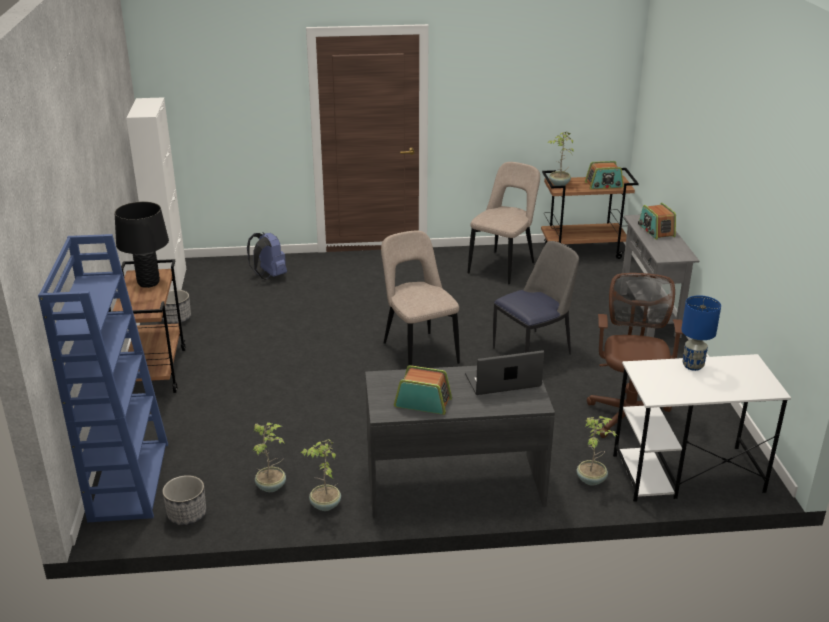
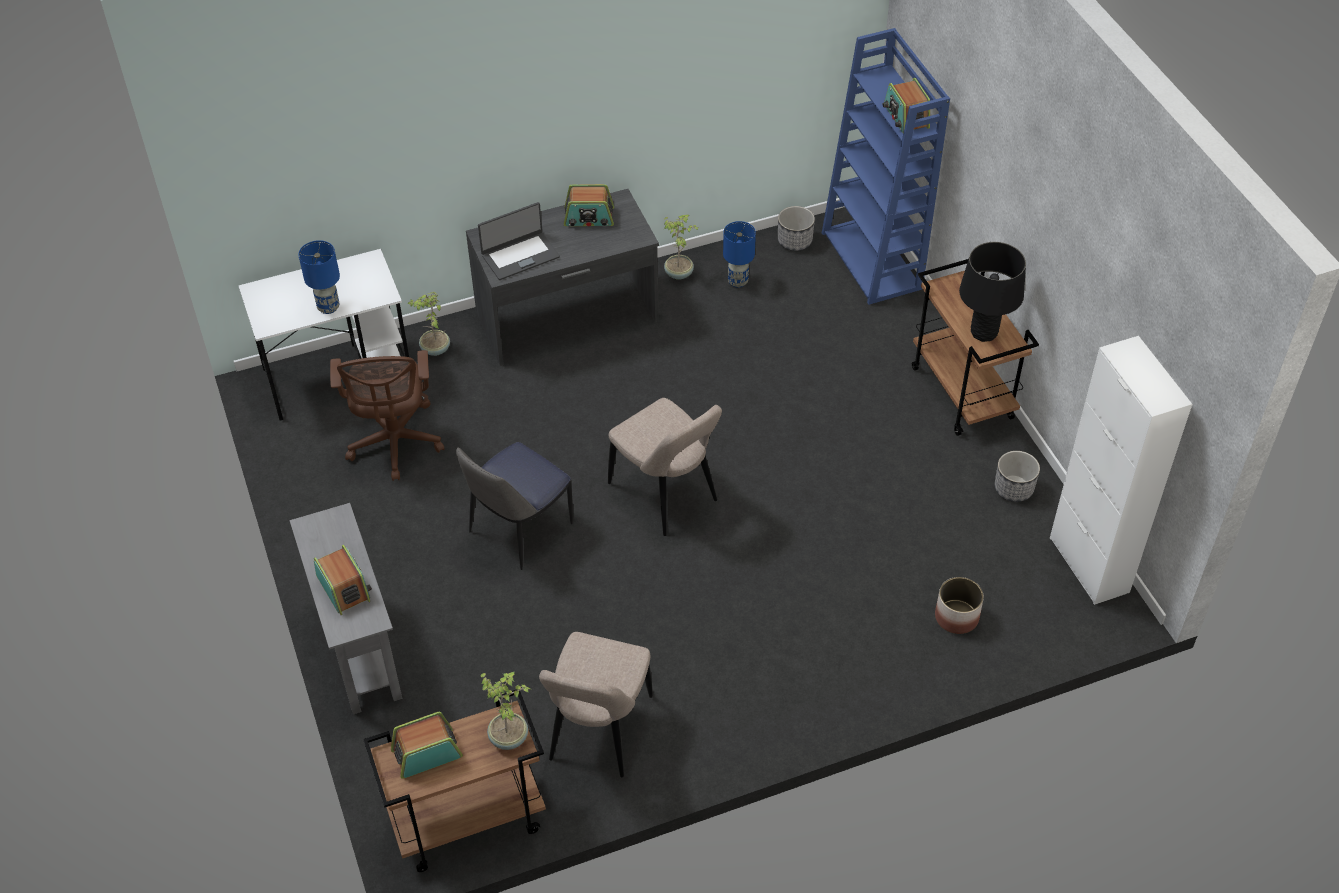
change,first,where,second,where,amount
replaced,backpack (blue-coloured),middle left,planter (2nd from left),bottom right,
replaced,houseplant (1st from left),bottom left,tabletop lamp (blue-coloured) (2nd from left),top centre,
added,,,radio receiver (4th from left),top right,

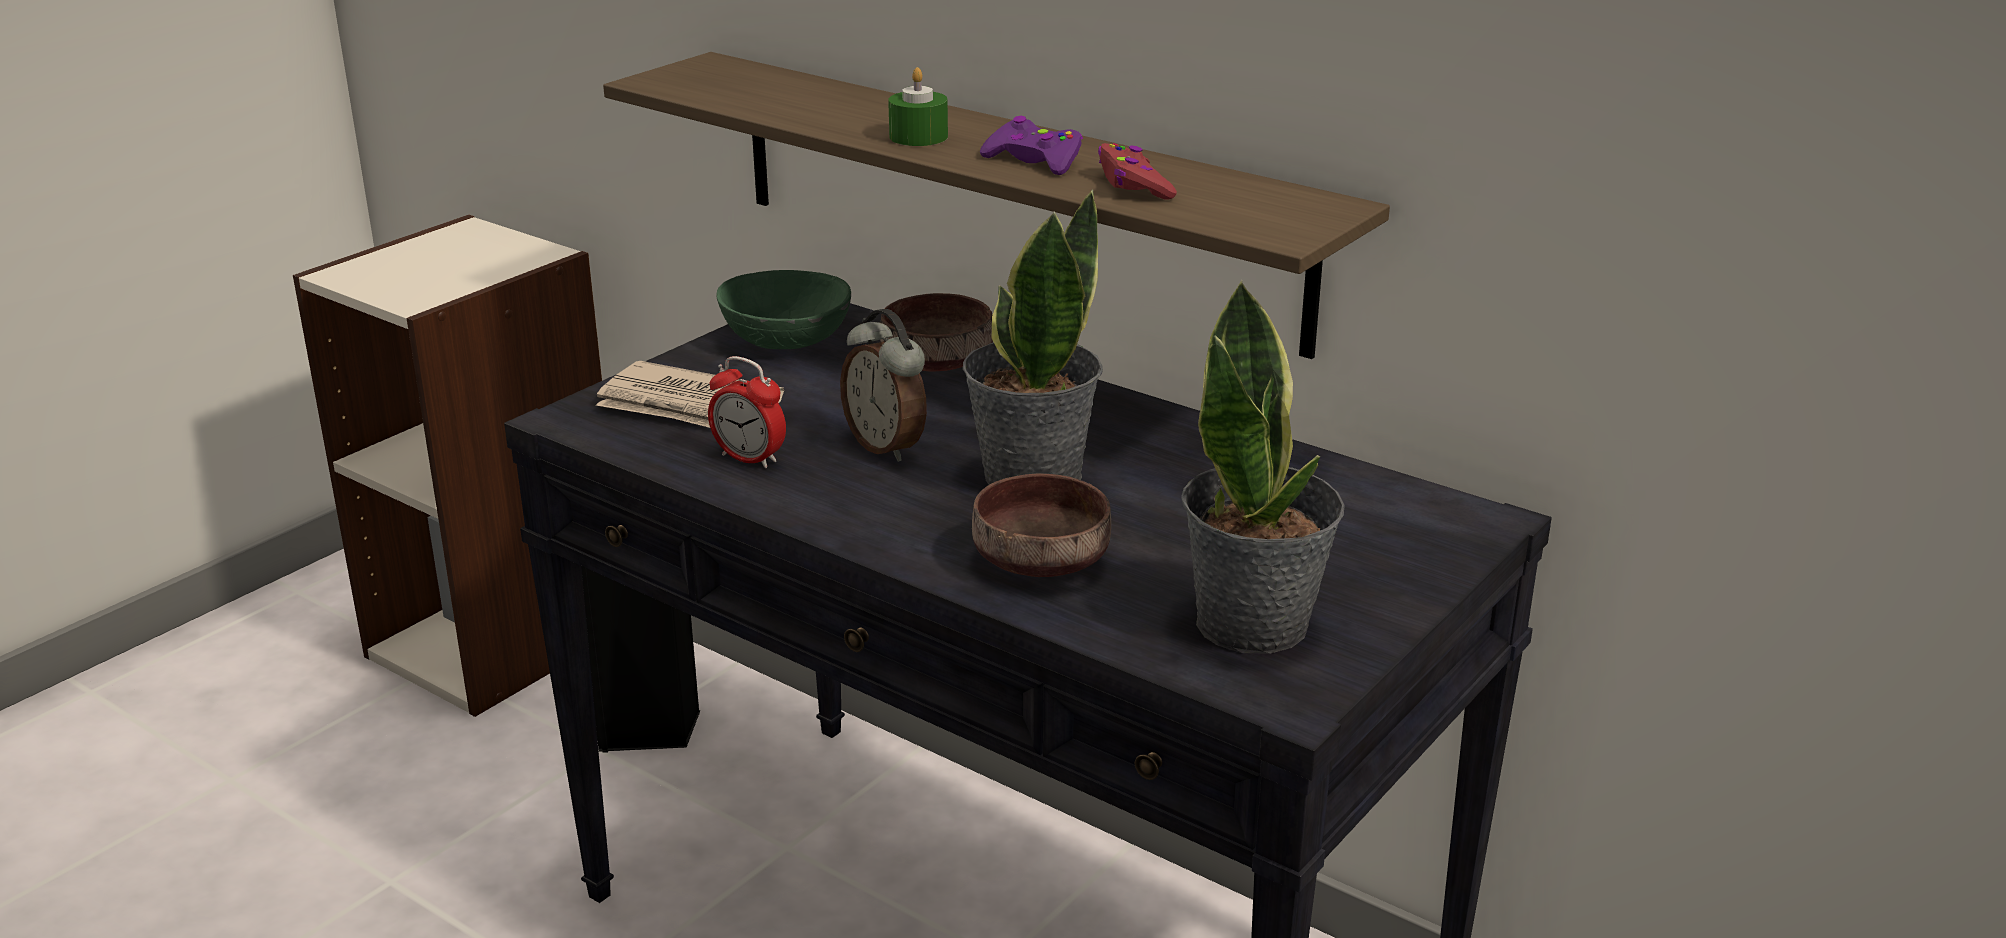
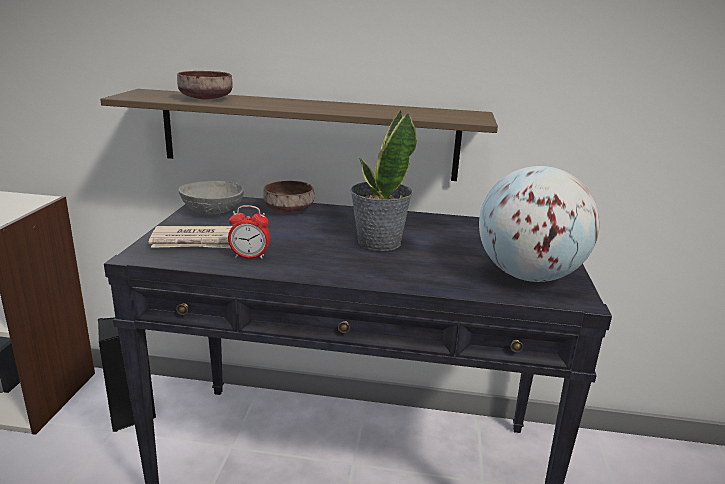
change,first,where,second,where,amount
recoloured,serving bowl (green),top centre,serving bowl (grey),middle left,
removed,bedside clock (2nd from left),centre,,,
removed,candle (green),top centre,,,
moved,serving bowl (brownish) (2nd from left in the first image),centre,serving bowl (brownish) (1st from left),top left,
removed,game controller (purplish),top centre,,,
removed,game controller (reddish),top centre,,,
replaced,houseplant (2nd from left),centre,globe,middle right,

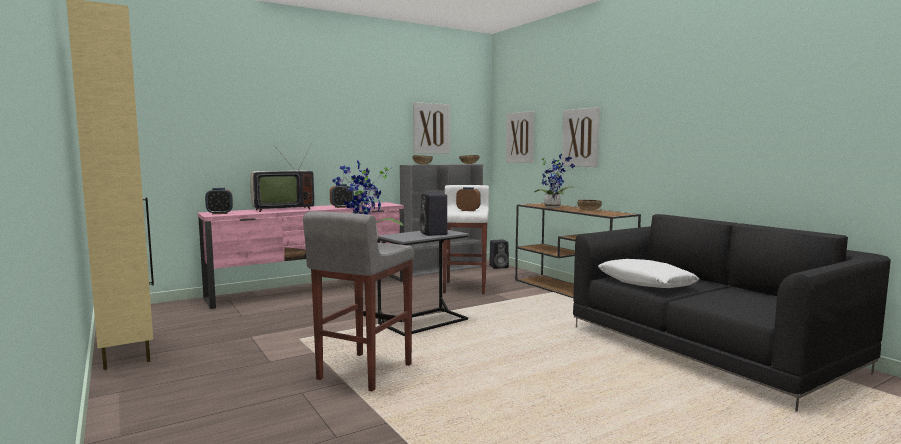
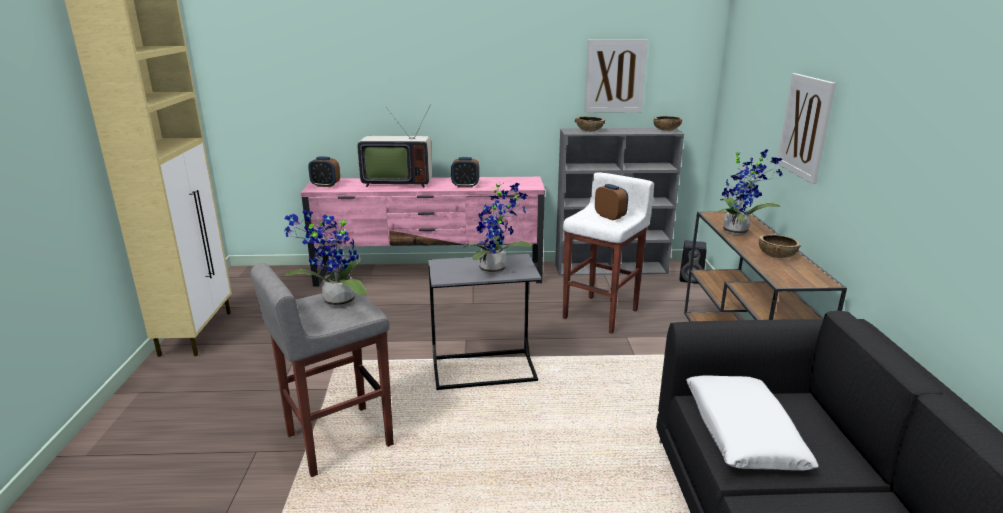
change,first,where,second,where,amount
replaced,loudspeaker (blackish) (1st from left),centre,houseplant (2nd from left),centre,
removed,picture (2nd from left),top centre,,,

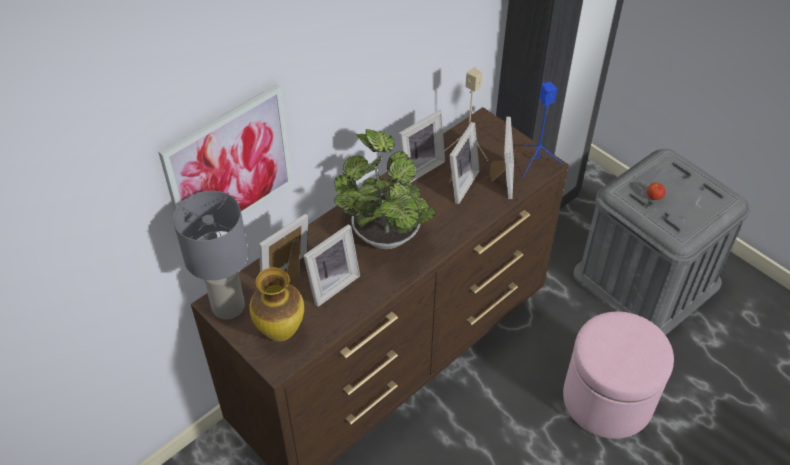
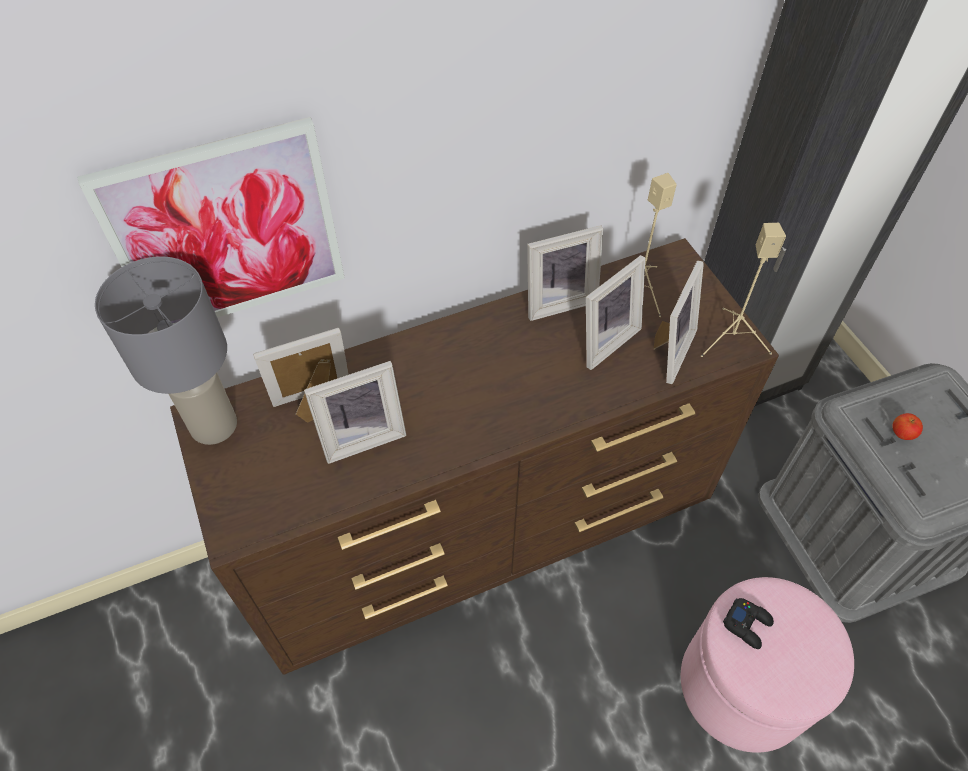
change,first,where,second,where,amount
removed,decorative vase,centre,,,
removed,houseplant,centre,,,
recoloured,loudspeaker (blue-coloured),top right,loudspeaker (sand-coloured) (2nd from left),middle right,
added,,,game controller (blackish),bottom right,

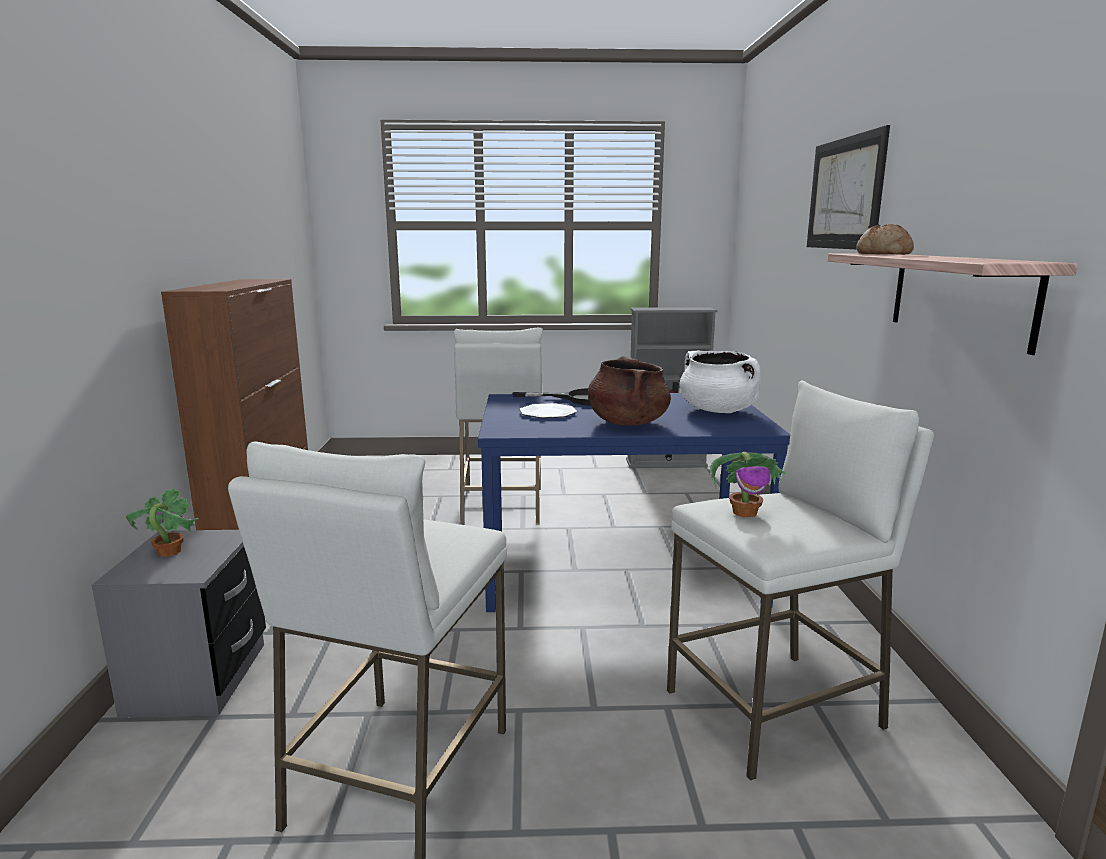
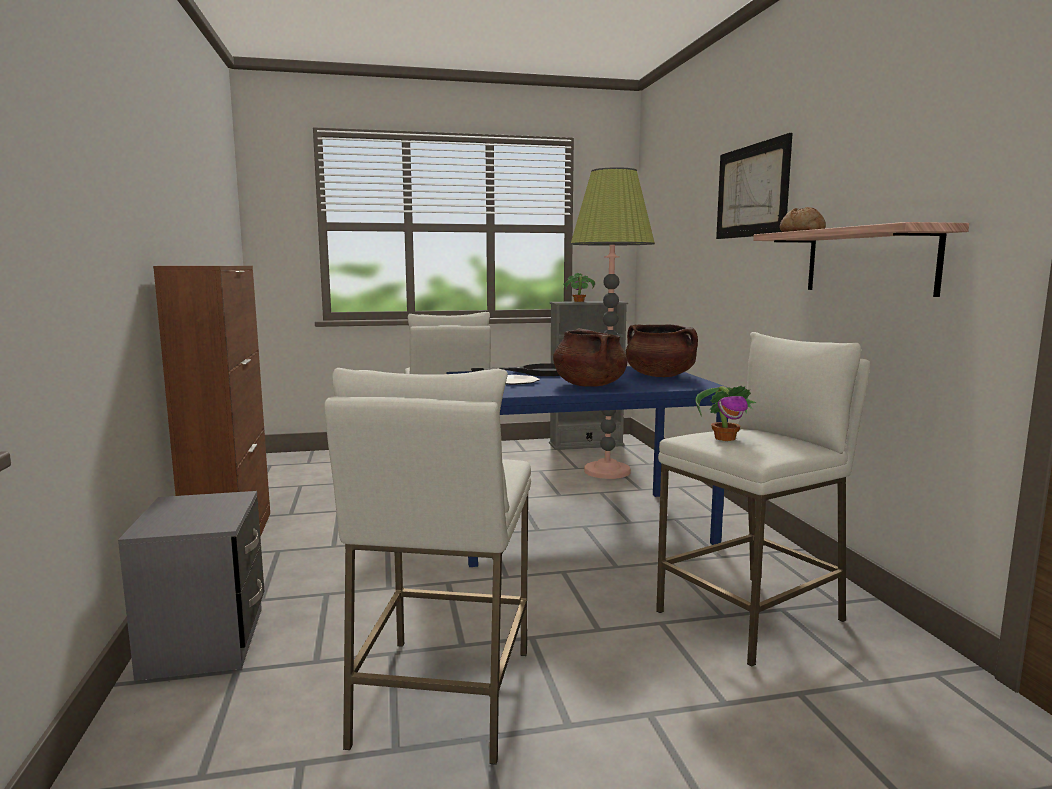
change,first,where,second,where,amount
moved,houseplant (1st from left),middle left,,centre,
recoloured,saucepot (whitish),centre,saucepot (brownish) (2nd from left),centre,
added,,,floor lamp,centre,

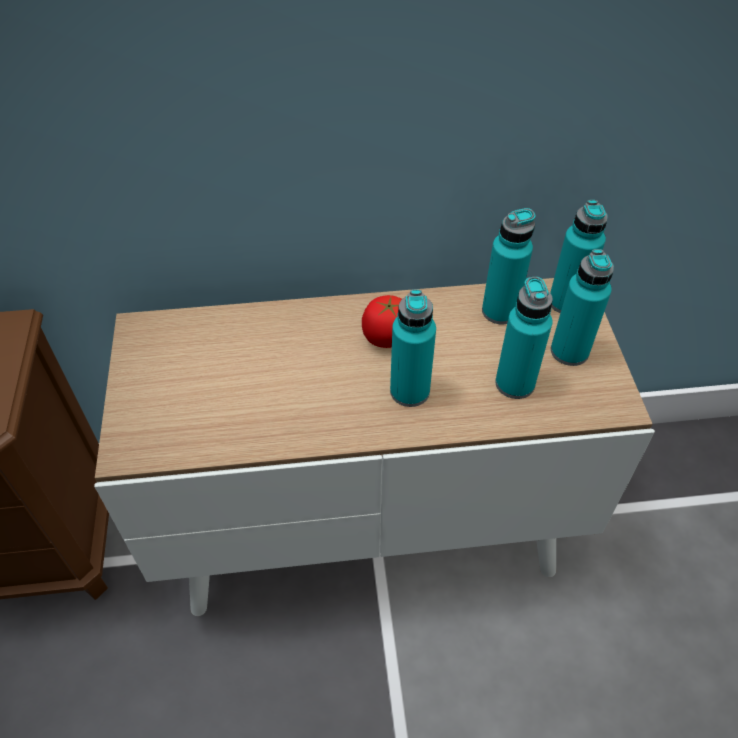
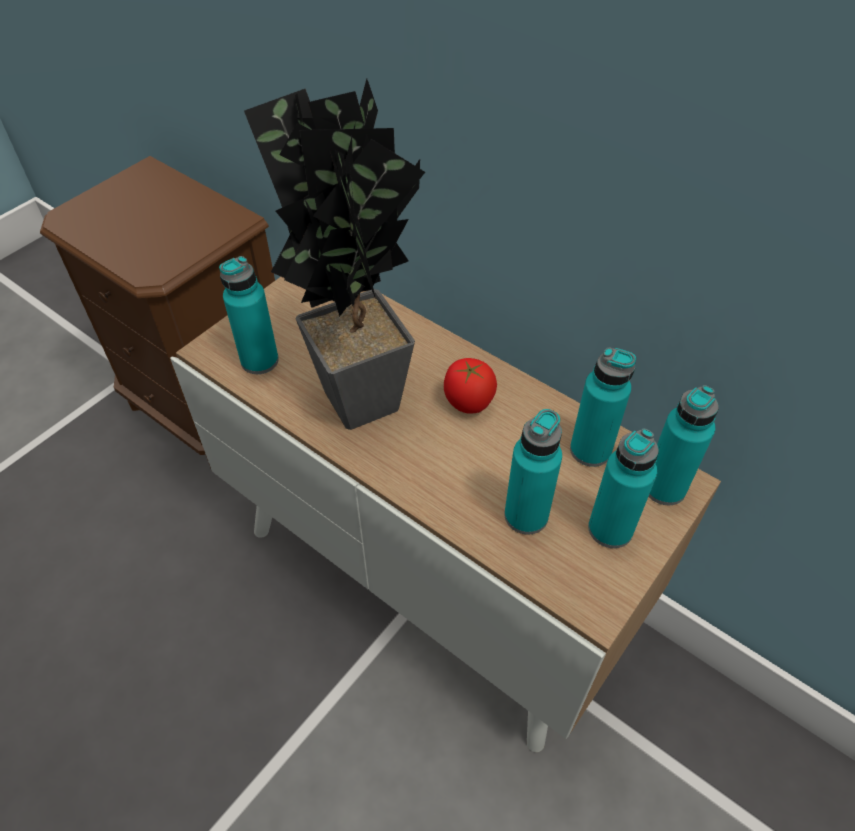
change,first,where,second,where,amount
moved,bottle (blue-green) (1st from left),centre,,middle left,
added,,,houseplant,top centre,

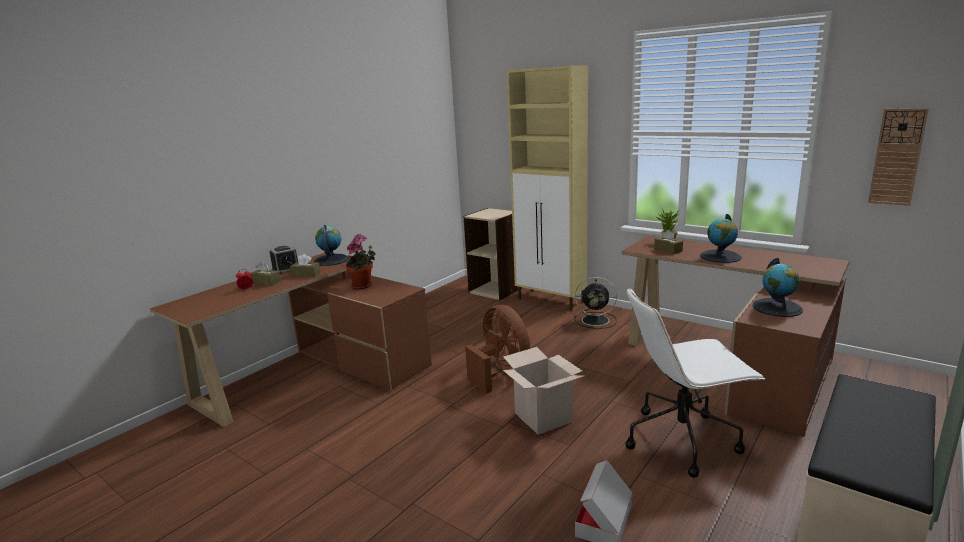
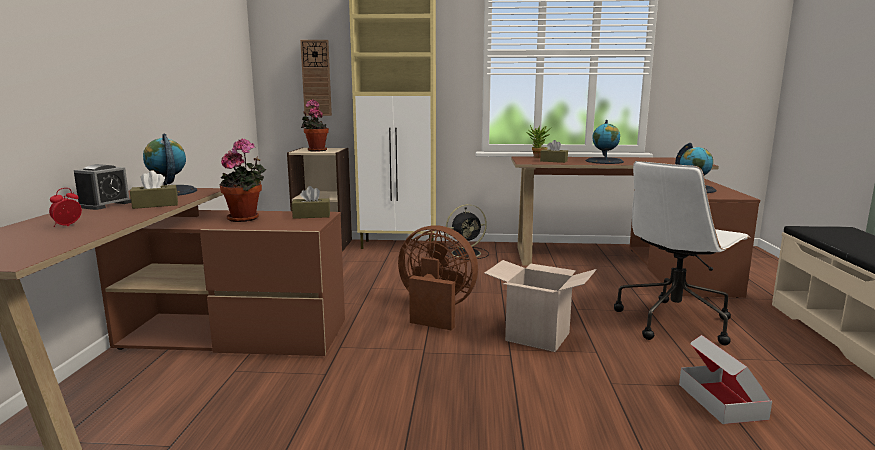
change,first,where,second,where,amount
moved,box of tissues (brownish) (1st from left in the first image),middle left,box of tissues (brownish) (2nd from left),centre,
moved,clock on the wall,top right,,top centre,
added,,,houseplant (2nd from left),top centre,

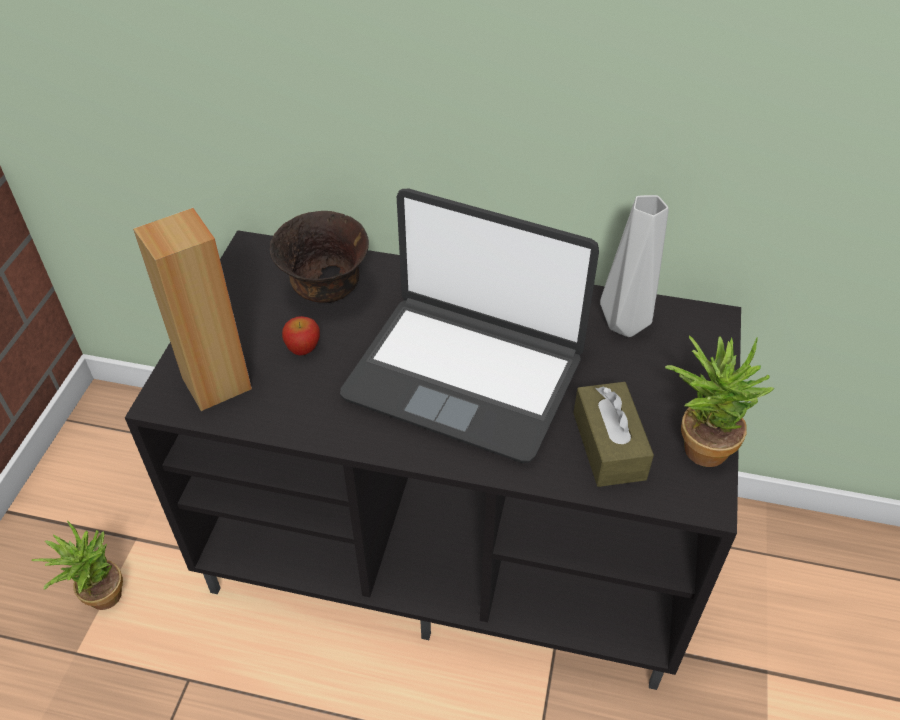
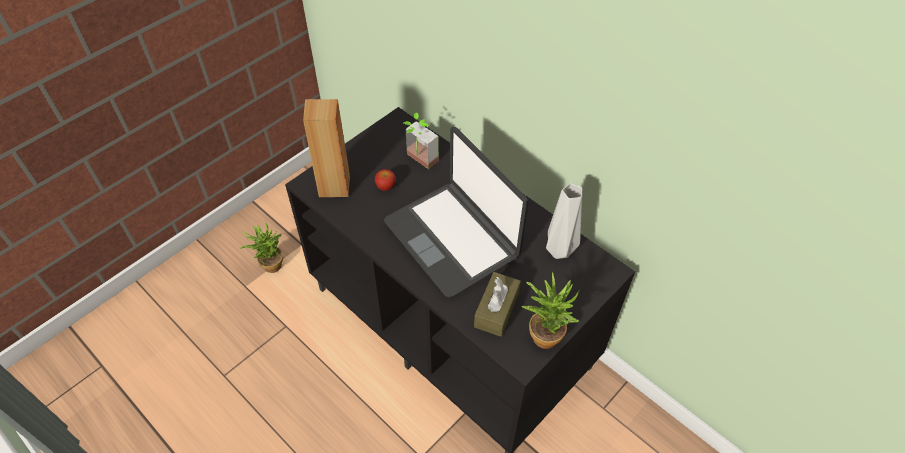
change,first,where,second,where,amount
replaced,serving bowl (brownish),centre,houseplant (2nd from left),top centre,

